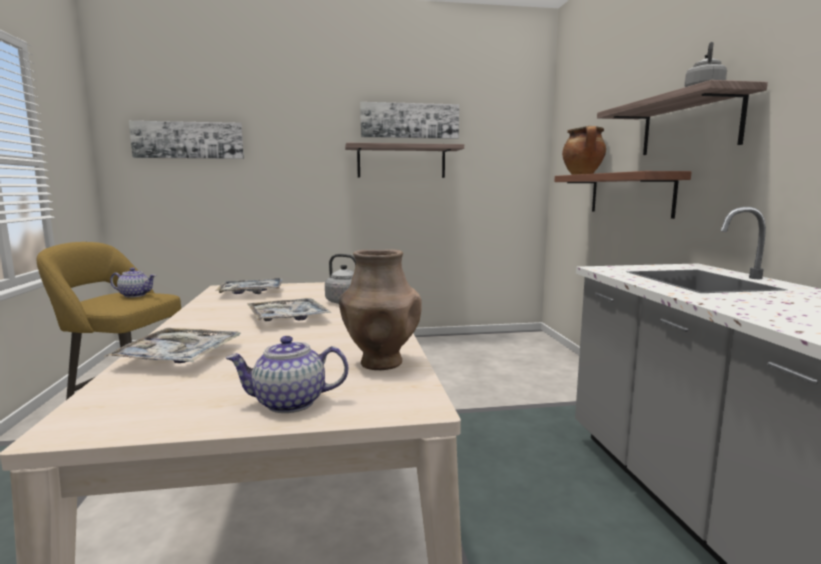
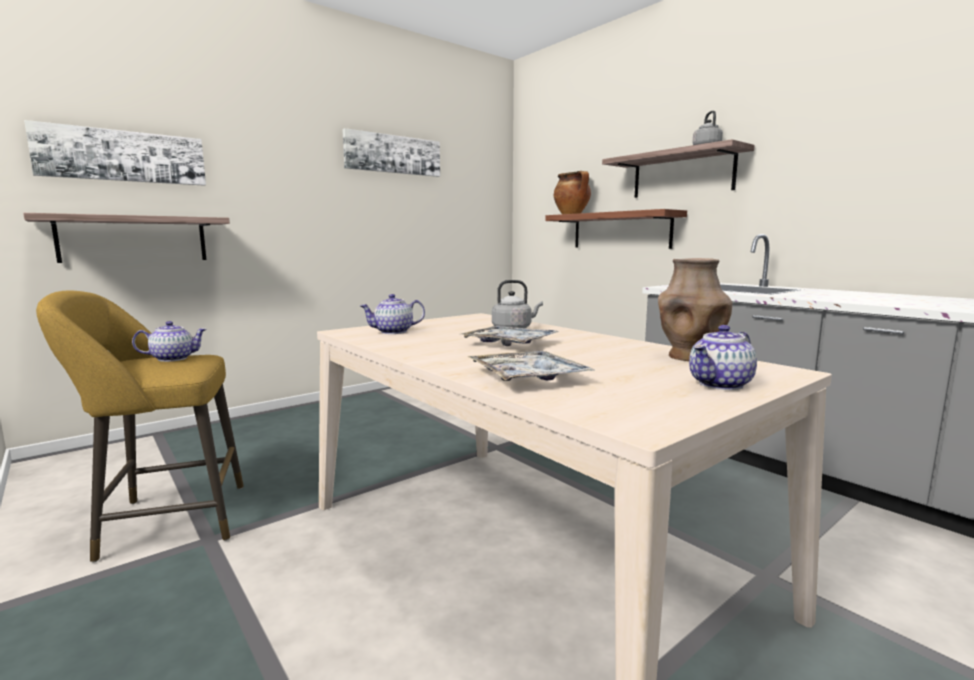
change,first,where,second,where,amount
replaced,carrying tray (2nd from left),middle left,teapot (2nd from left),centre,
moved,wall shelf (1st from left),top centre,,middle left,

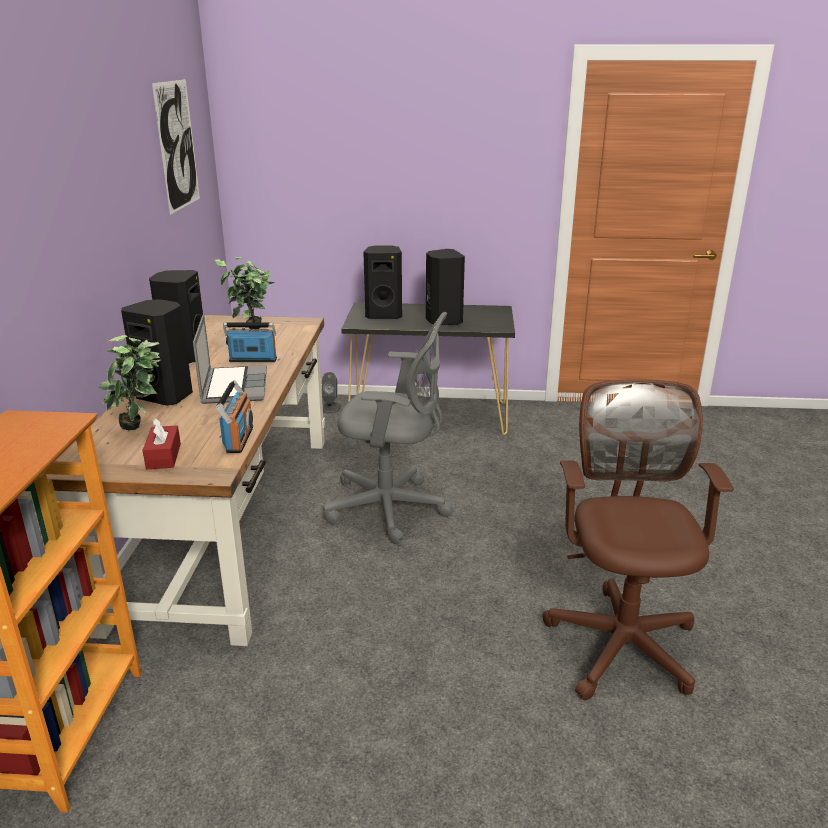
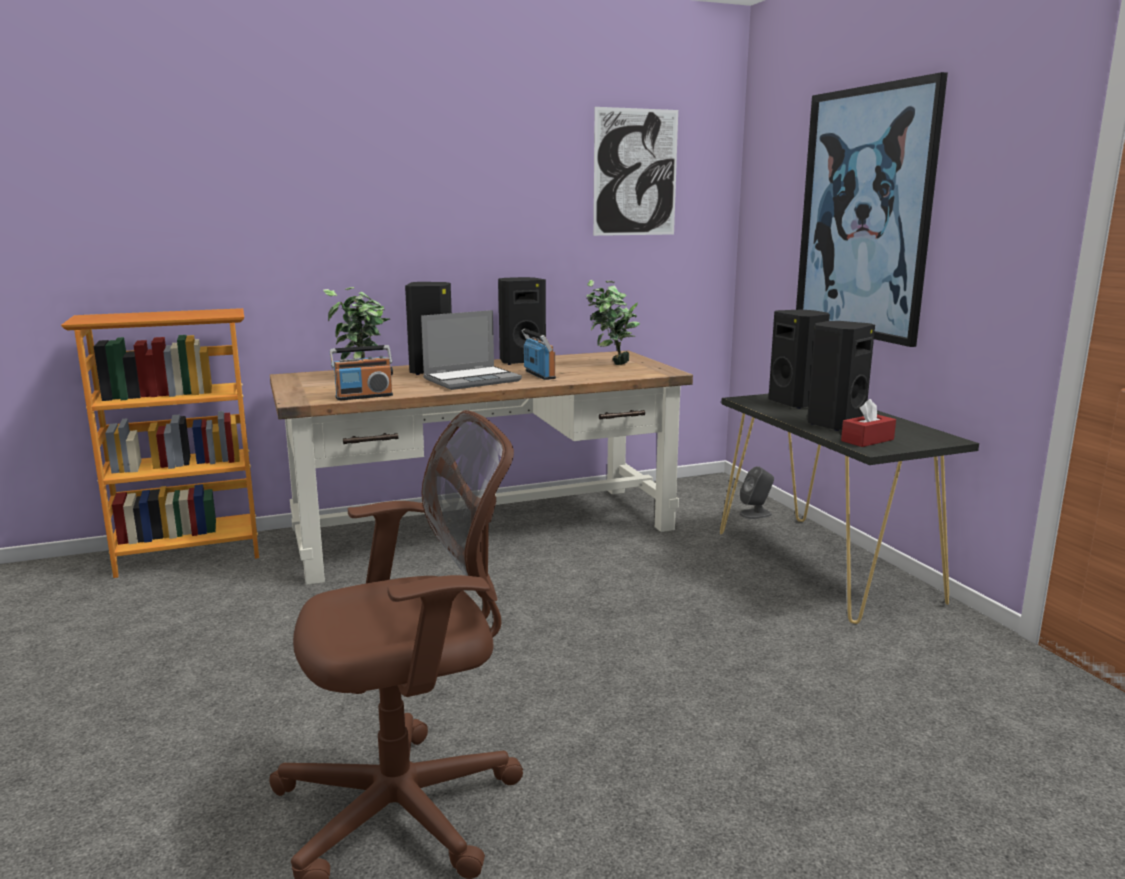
change,first,where,second,where,amount
moved,box of tissues (reddish),middle left,,middle right,
removed,office chair (grey),centre,,,
added,,,picture (2nd from left),top right,

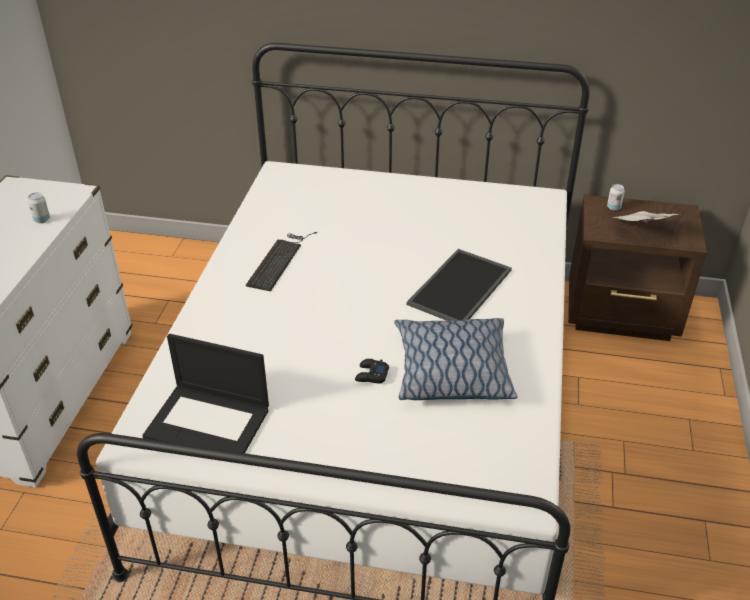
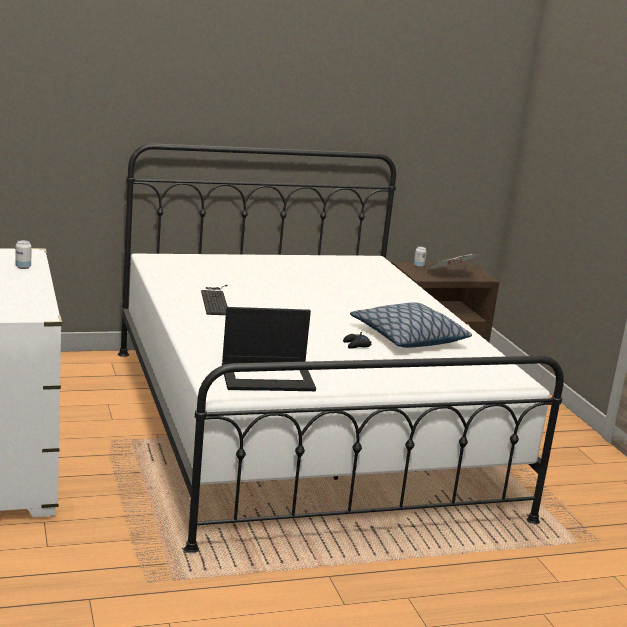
change,first,where,second,where,amount
removed,carrying tray,centre,,,

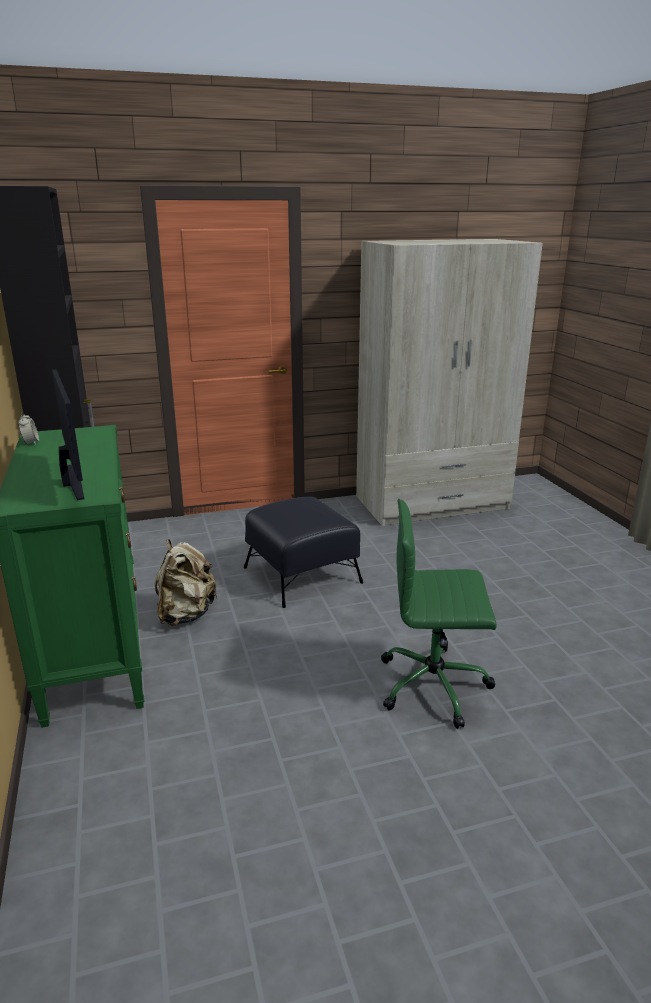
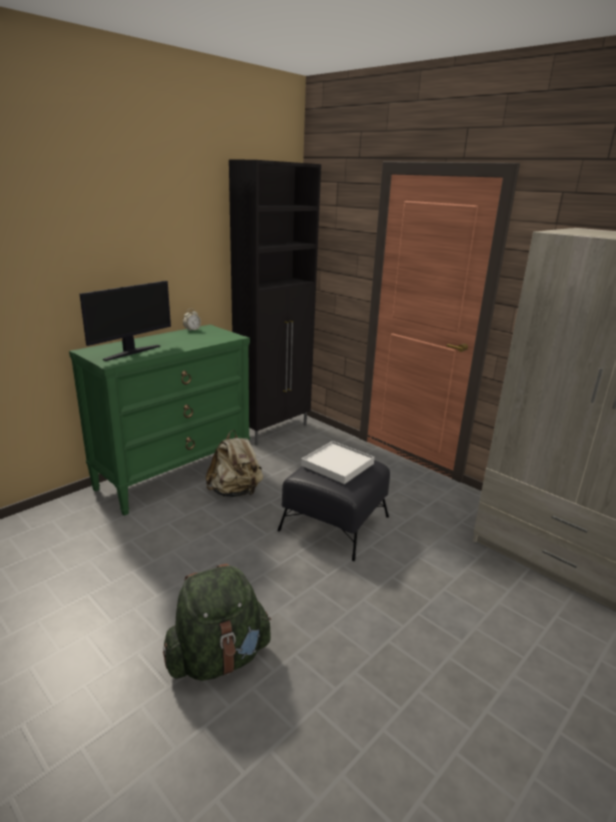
change,first,where,second,where,amount
replaced,office chair (green),middle right,backpack (green),bottom centre,
added,,,carrying tray (whitish),centre,

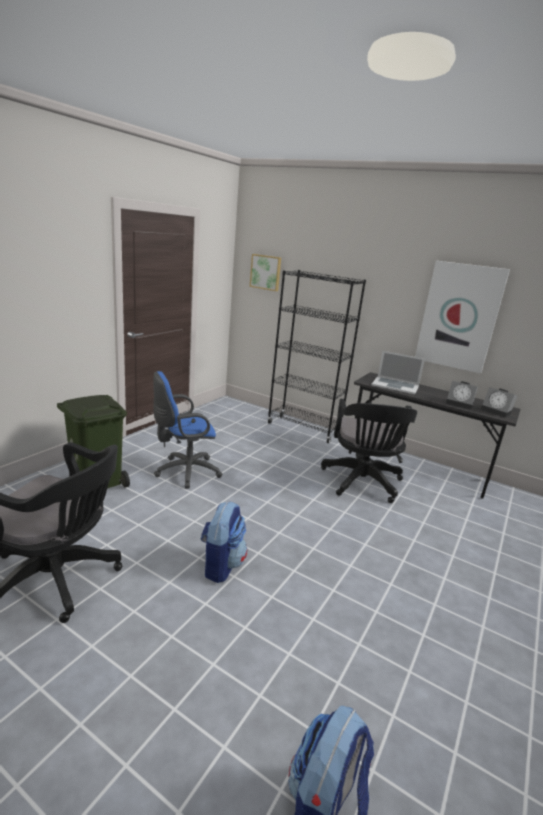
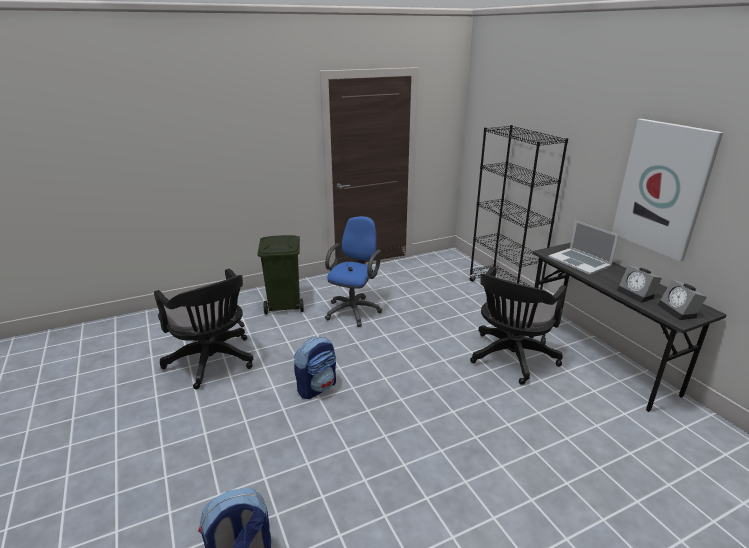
change,first,where,second,where,amount
turned,office chair (blue-coloured),centre,,centre,105 degrees clockwise
removed,picture (1st from left),centre,,,

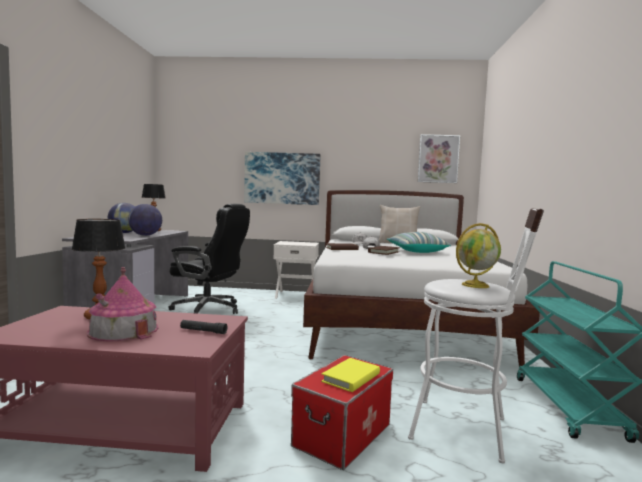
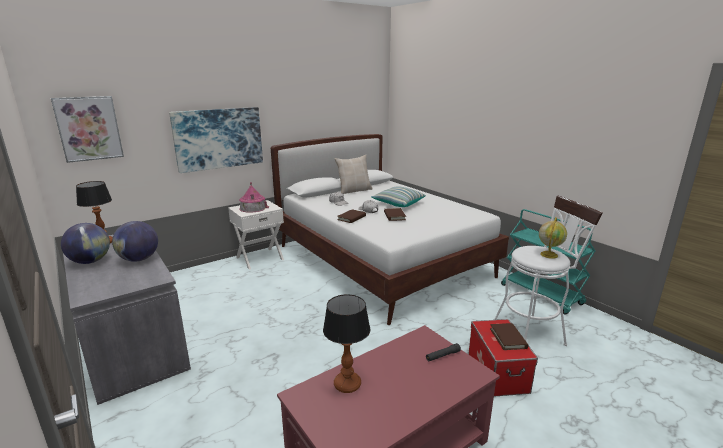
change,first,where,second,where,amount
moved,miniature house,middle left,,centre,
removed,office chair (blackish),middle left,,,
recoloured,book (yellow-coloured),bottom centre,book (brownish) (3rd from left),bottom right,
moved,picture (2nd from left in the first image),top right,picture (1st from left),top left,

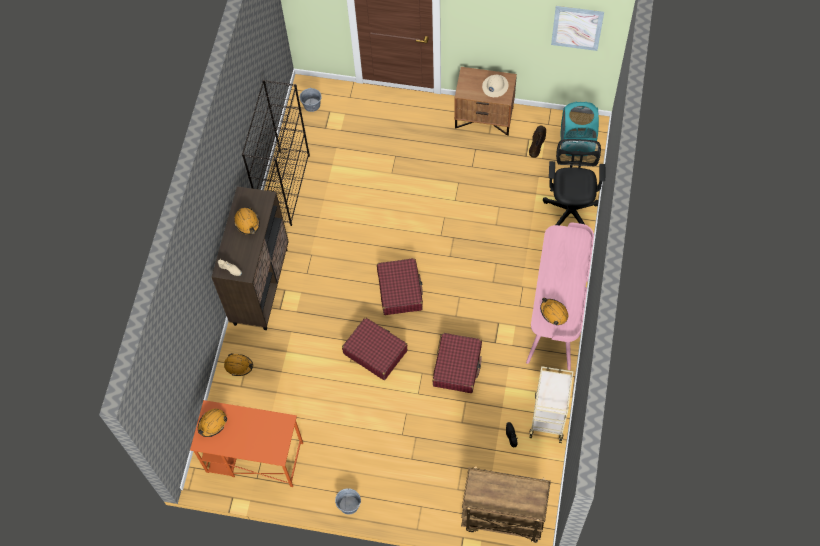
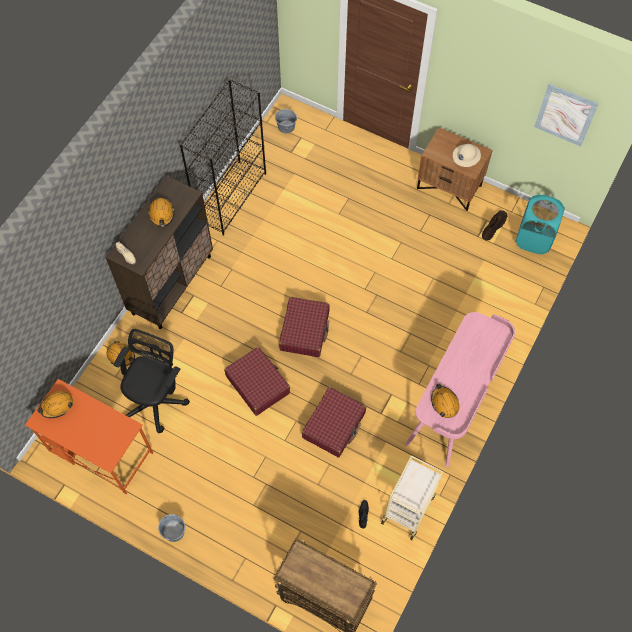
change,first,where,second,where,amount
moved,office chair (blackish),middle right,,middle left,

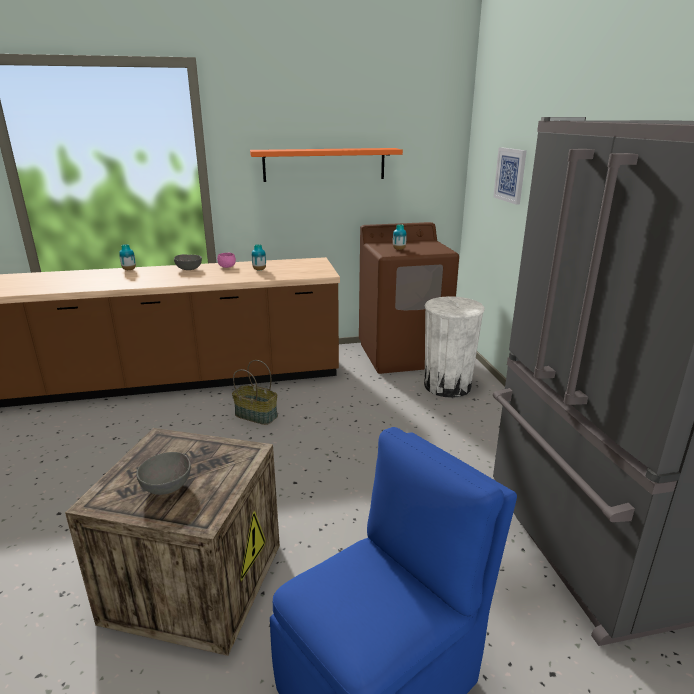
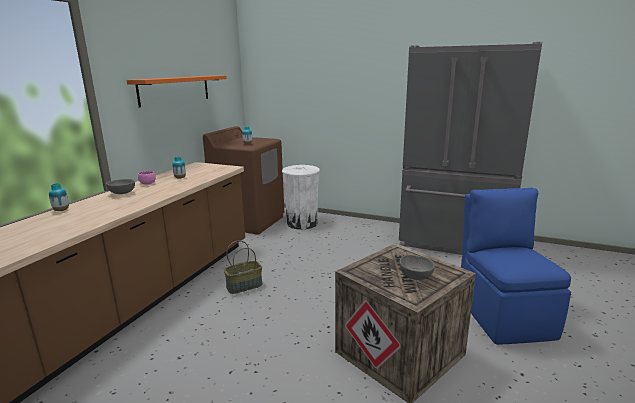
change,first,where,second,where,amount
removed,picture,top right,,,

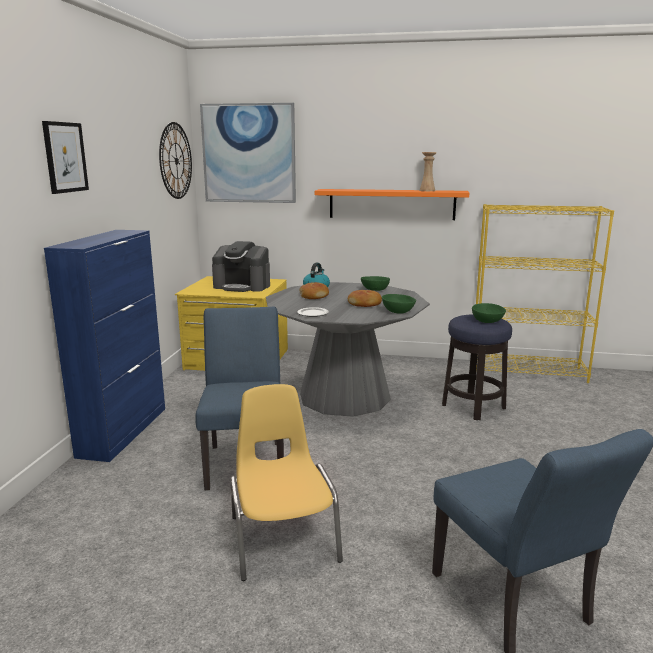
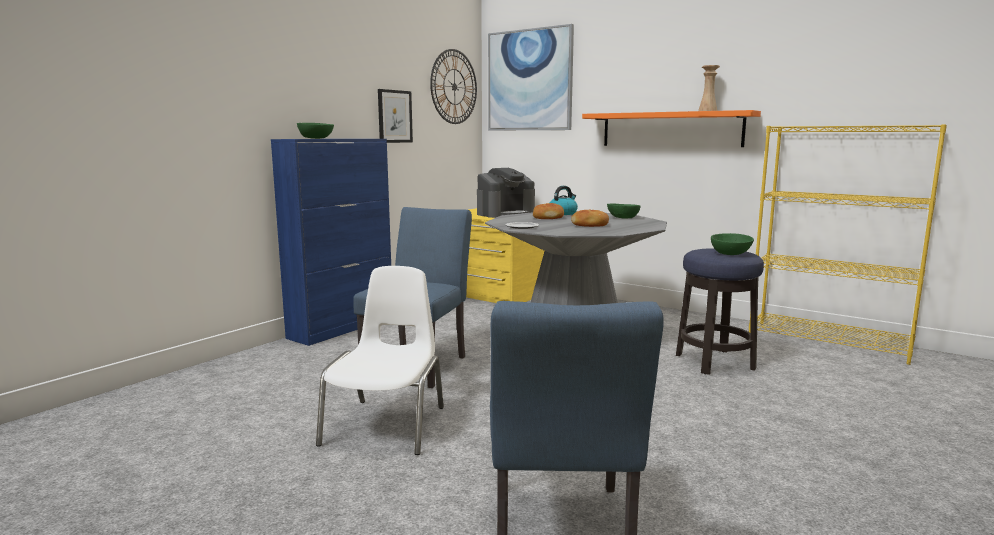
change,first,where,second,where,amount
moved,picture (1st from left),top left,,top centre,
turned,coffee brewer,centre,,centre,75 degrees counterclockwise
recoloured,chair (yellow-coloured),bottom centre,chair (whitish),bottom centre,
moved,serving bowl (green) (2nd from left in the first image),centre,serving bowl (green) (1st from left),top left,

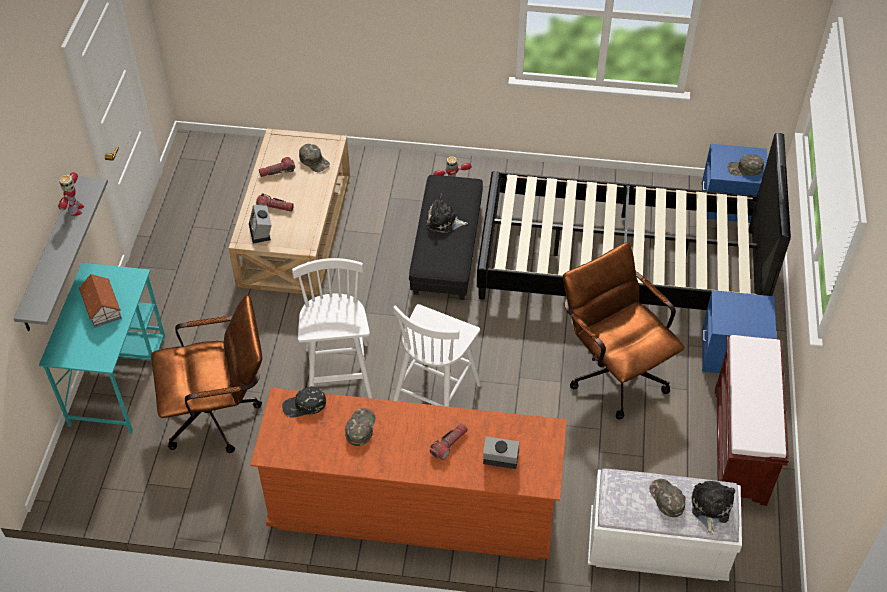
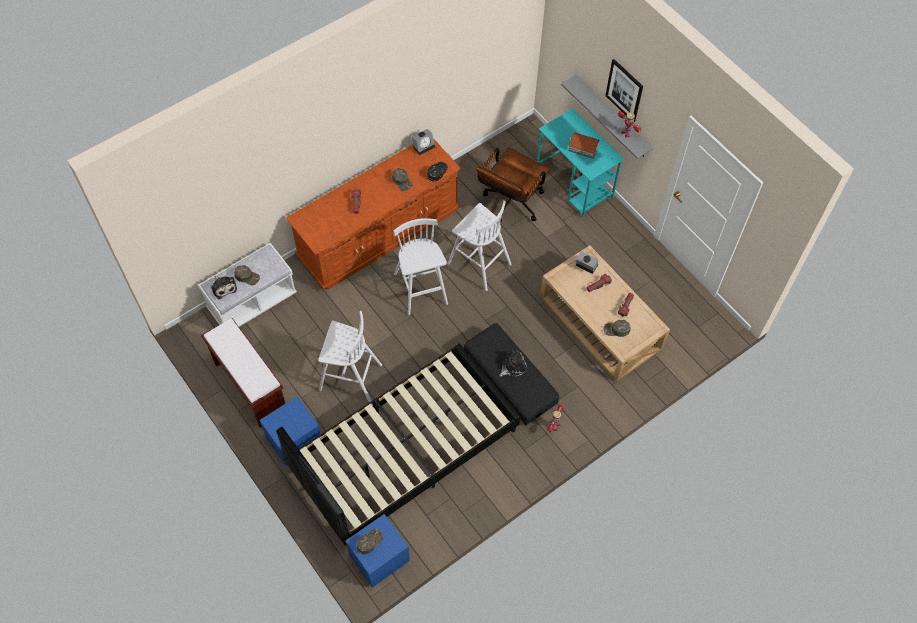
change,first,where,second,where,amount
moved,bedside clock (2nd from left in the first image),bottom centre,bedside clock (1st from left),top centre,
replaced,office chair (brownish) (2nd from left),middle right,stool (whitish) (1st from left),centre,
added,,,picture,top right,

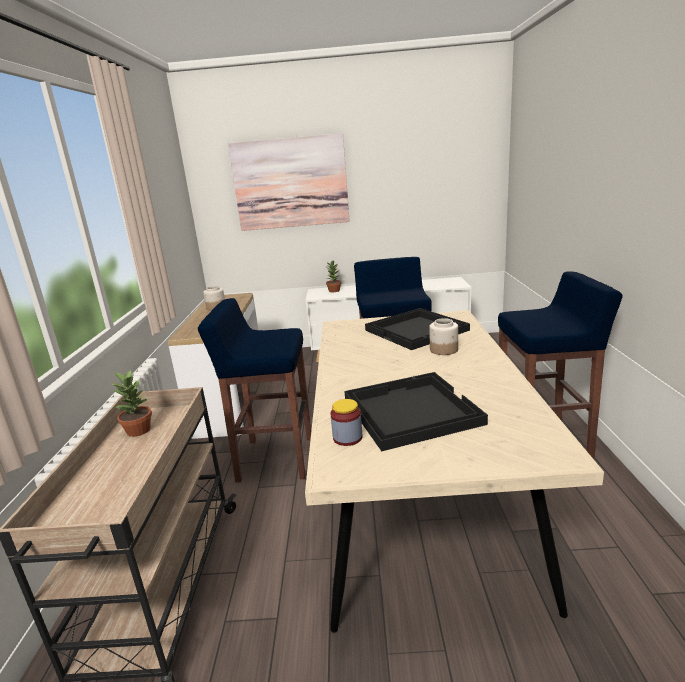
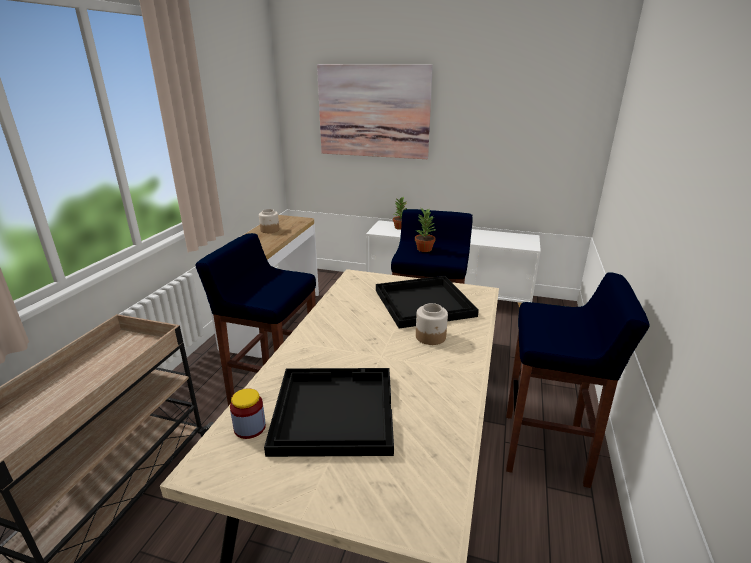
change,first,where,second,where,amount
moved,houseplant (1st from left in the first image),middle left,houseplant (2nd from left),centre,

